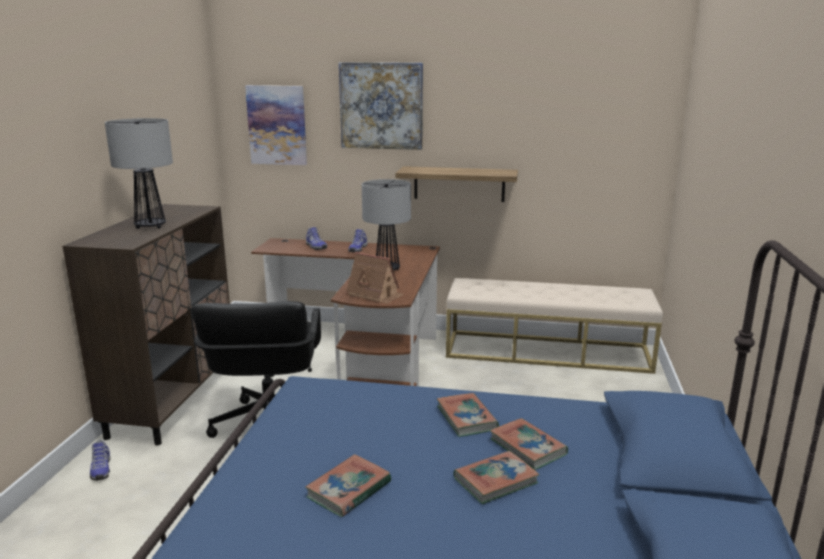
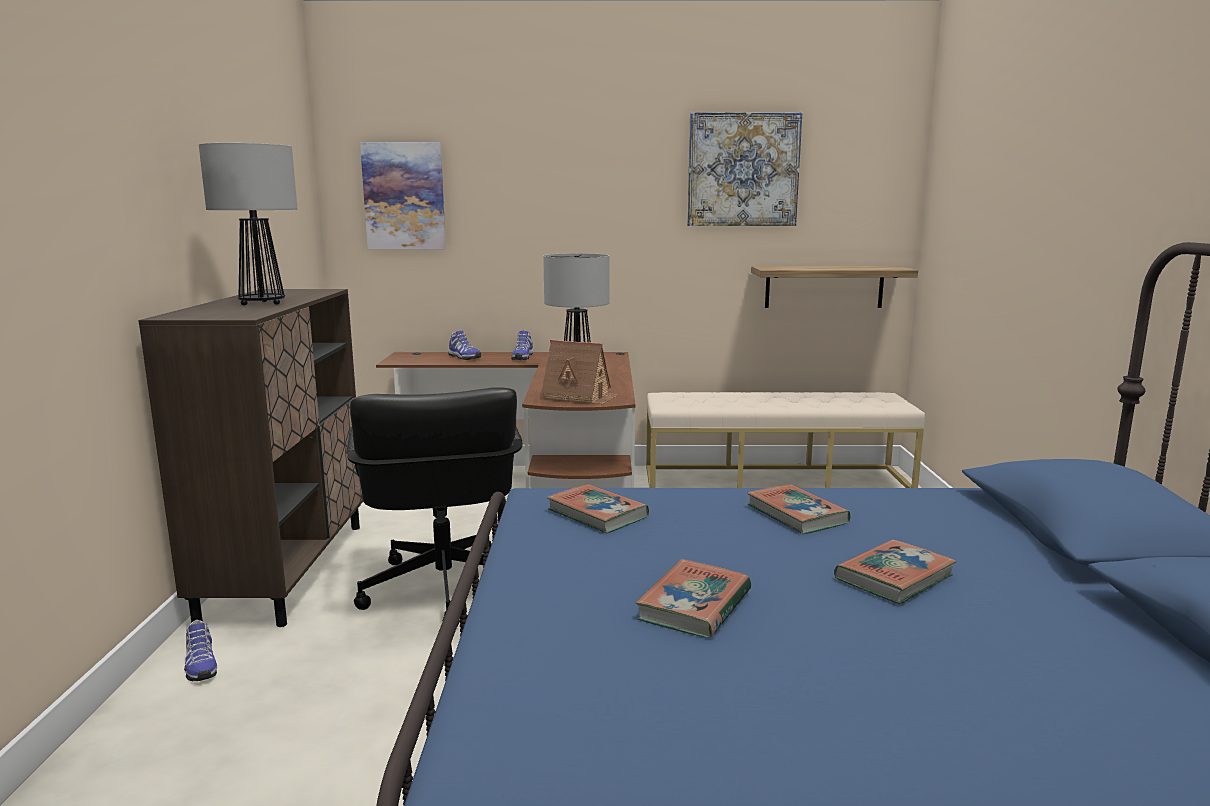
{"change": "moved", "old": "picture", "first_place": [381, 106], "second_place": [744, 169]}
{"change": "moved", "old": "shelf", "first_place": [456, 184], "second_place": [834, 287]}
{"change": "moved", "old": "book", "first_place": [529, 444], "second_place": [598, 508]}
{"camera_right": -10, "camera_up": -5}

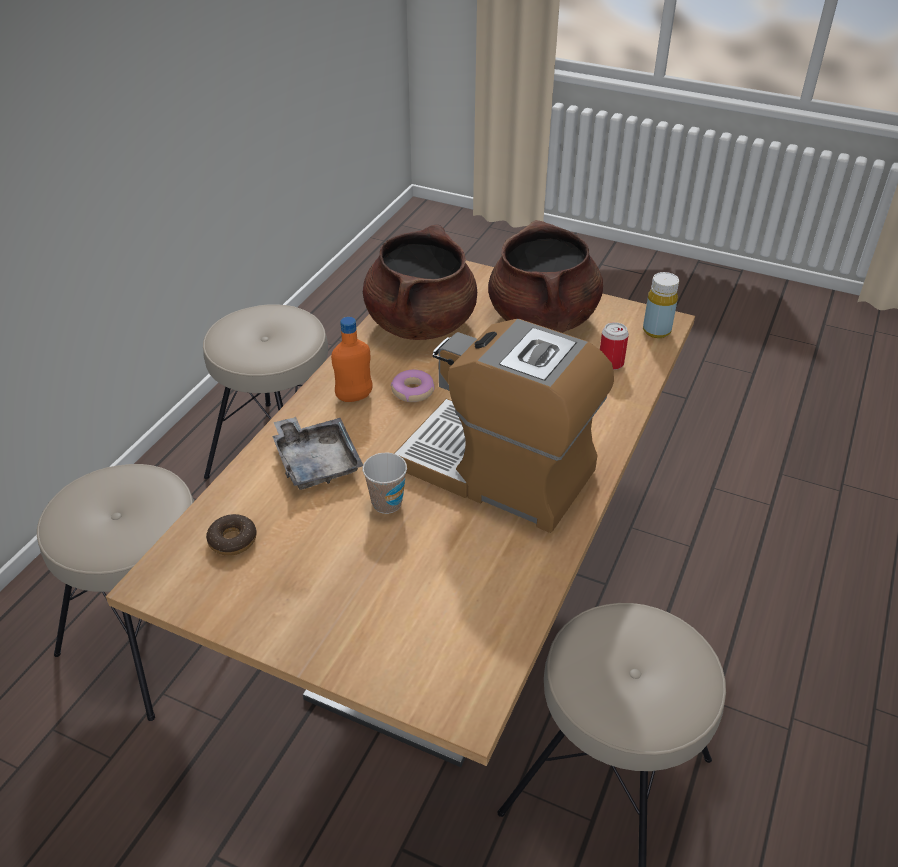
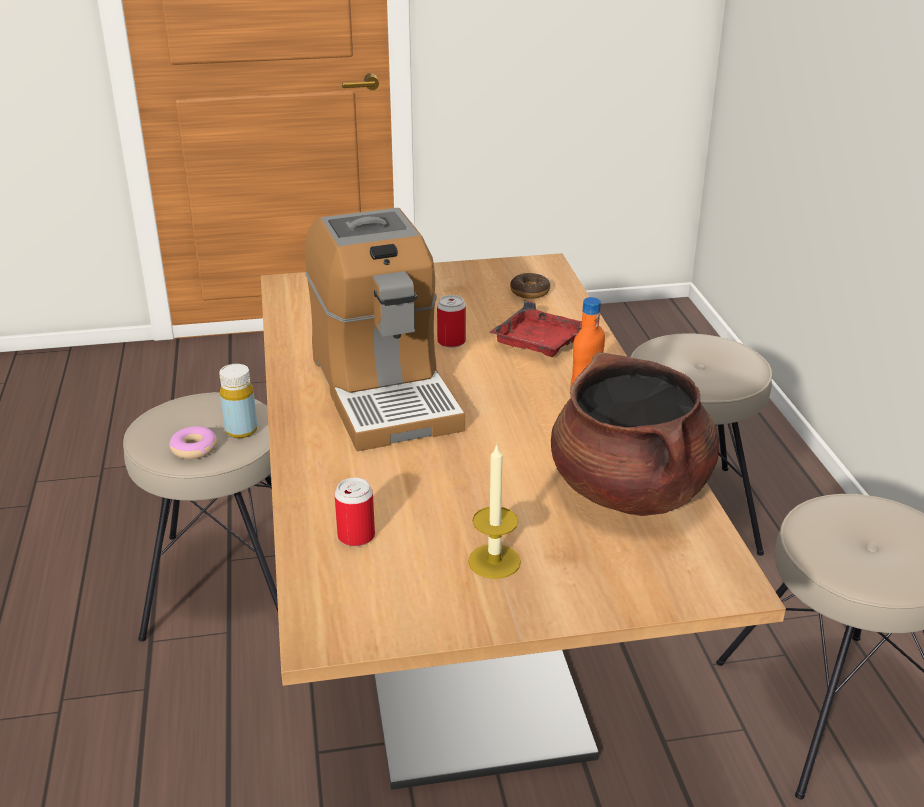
{"change": "recoloured", "old": "tray (grey)", "new": "tray (red)", "first_place": [317, 453], "second_place": [536, 329]}
{"change": "replaced", "old": "cup", "new": "can", "first_place": [385, 483], "second_place": [451, 321]}
{"change": "moved", "old": "donut", "first_place": [413, 386], "second_place": [193, 442]}
{"change": "turned", "old": "coffee machine", "first_place": [504, 426], "second_place": [385, 329], "degrees": 75}
{"change": "replaced", "old": "cooking pot (brown)", "new": "candle", "first_place": [545, 276], "second_place": [494, 511]}
{"change": "moved", "old": "bottle (yellow)", "first_place": [661, 305], "second_place": [238, 401]}
{"camera_right": 145, "camera_up": -10}

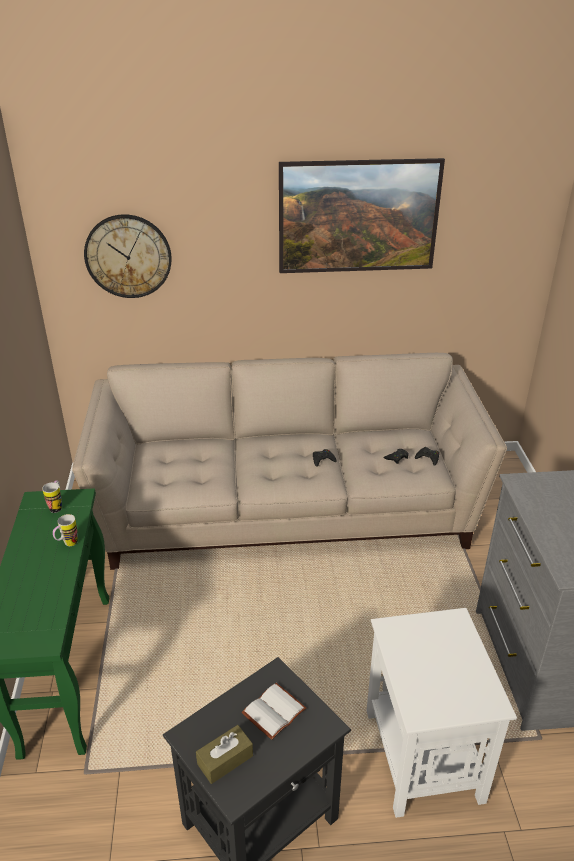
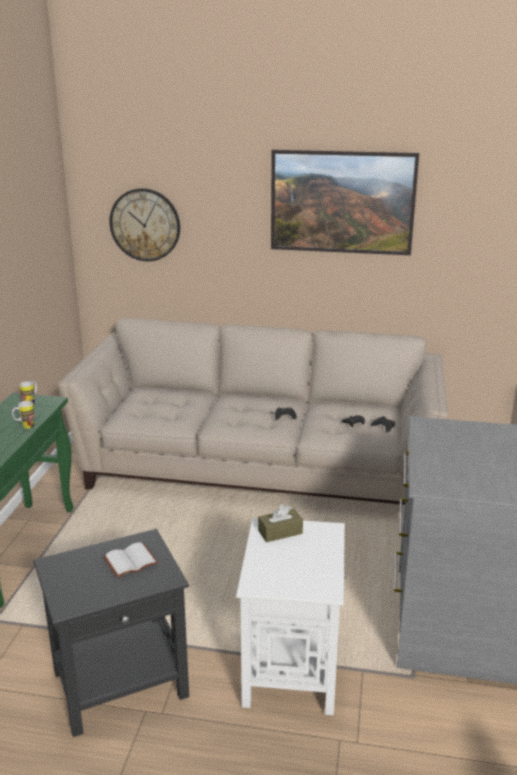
{"change": "moved", "old": "tissue box (brown)", "first_place": [224, 754], "second_place": [280, 523]}
{"camera_right": 15, "camera_up": -10}

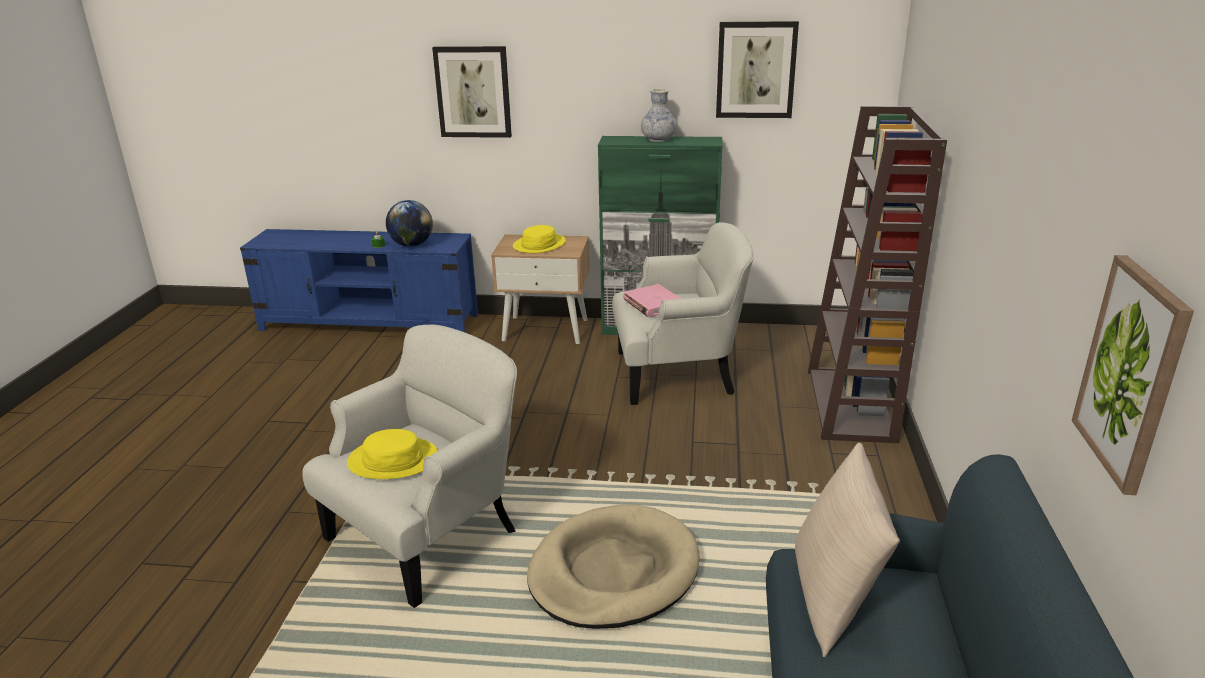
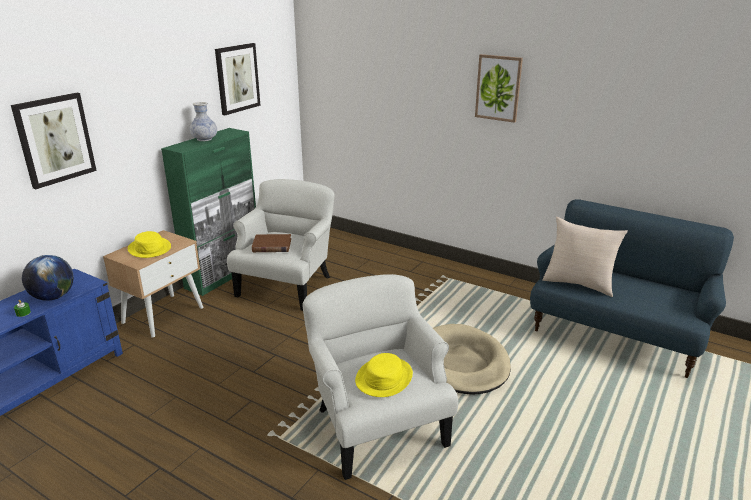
{"change": "recoloured", "old": "book (pink)", "new": "book (brown)", "first_place": [652, 300], "second_place": [271, 243]}
{"change": "removed", "old": "bookcase (brown)", "first_place": [877, 274]}
{"change": "moved", "old": "picture", "first_place": [1133, 375], "second_place": [499, 88]}
{"camera_right": -65, "camera_up": 0}

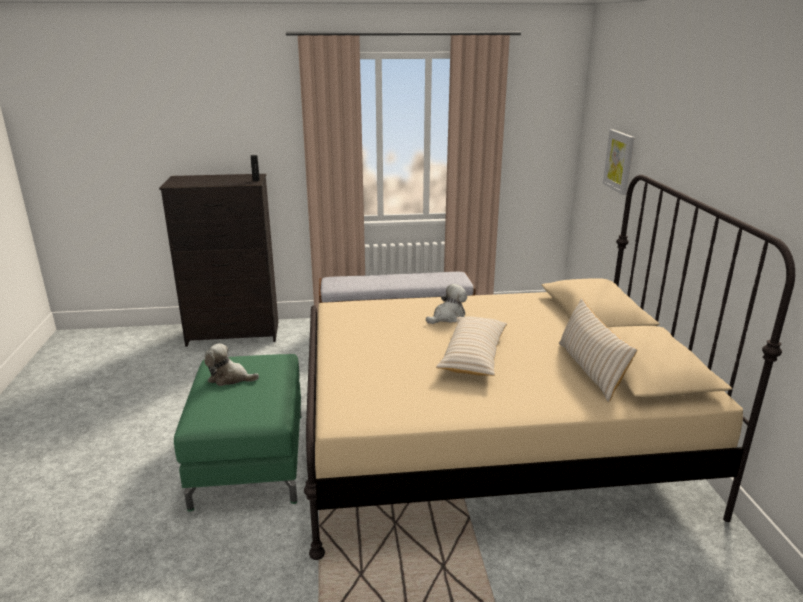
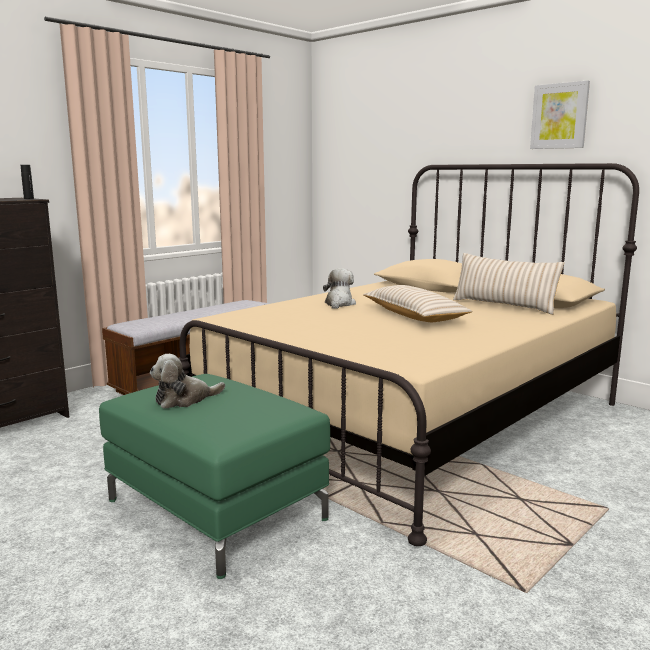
{"change": "moved", "old": "picture", "first_place": [619, 162], "second_place": [560, 115]}
{"camera_right": -40, "camera_up": -10}

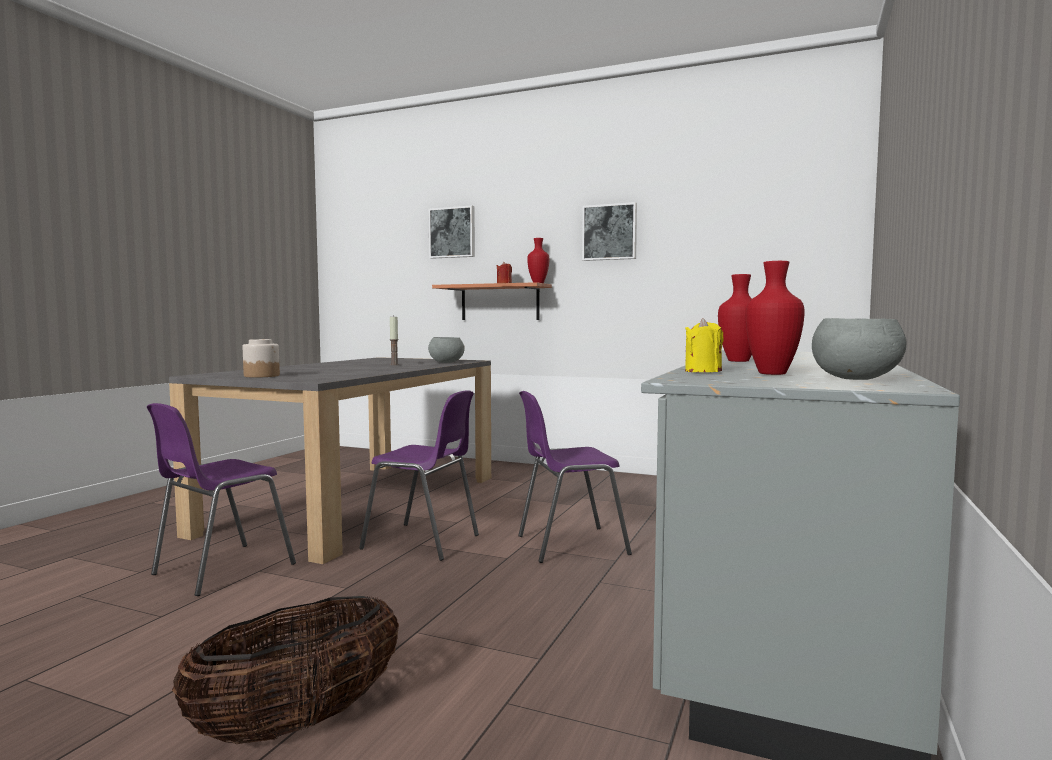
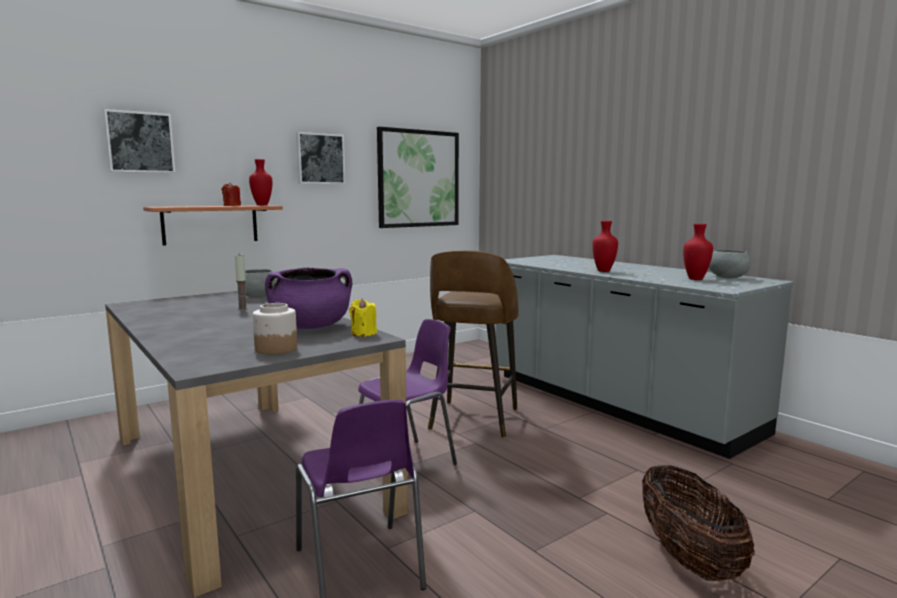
{"change": "replaced", "old": "chair (purple)", "new": "stool (brown)", "first_place": [575, 477], "second_place": [473, 344]}
{"change": "moved", "old": "candle (yellow)", "first_place": [704, 345], "second_place": [363, 317]}
{"change": "added", "new": "cooking pot (purple)", "second_place": [308, 298]}
{"change": "added", "new": "picture", "second_place": [418, 177]}
{"camera_right": -60, "camera_up": 5}

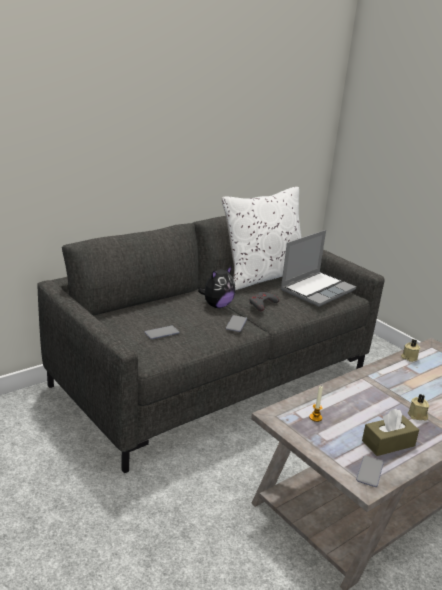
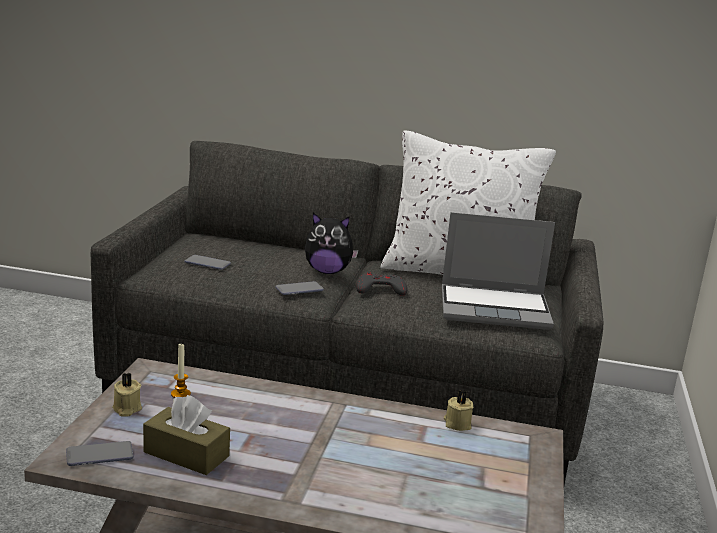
{"change": "moved", "old": "candle (beige)", "first_place": [418, 408], "second_place": [127, 394]}
{"camera_right": 50, "camera_up": -5}

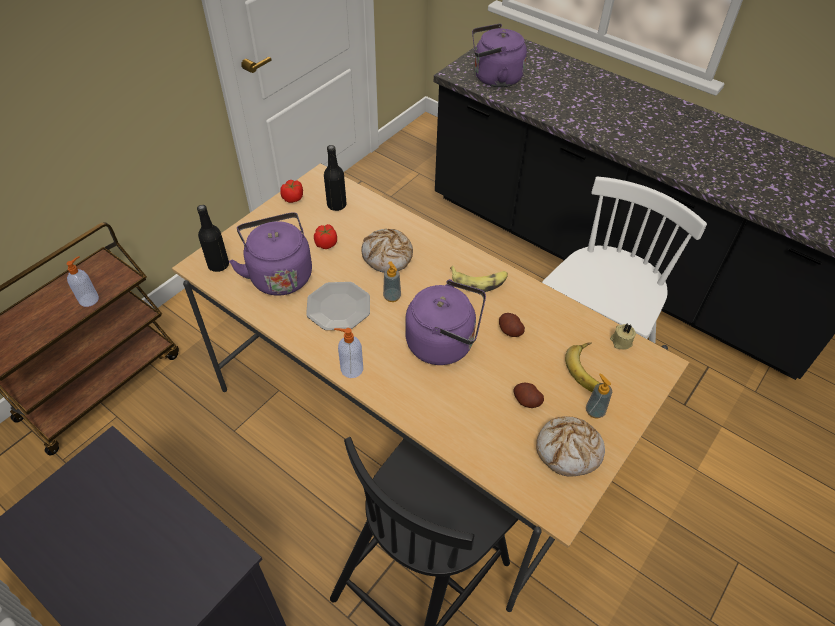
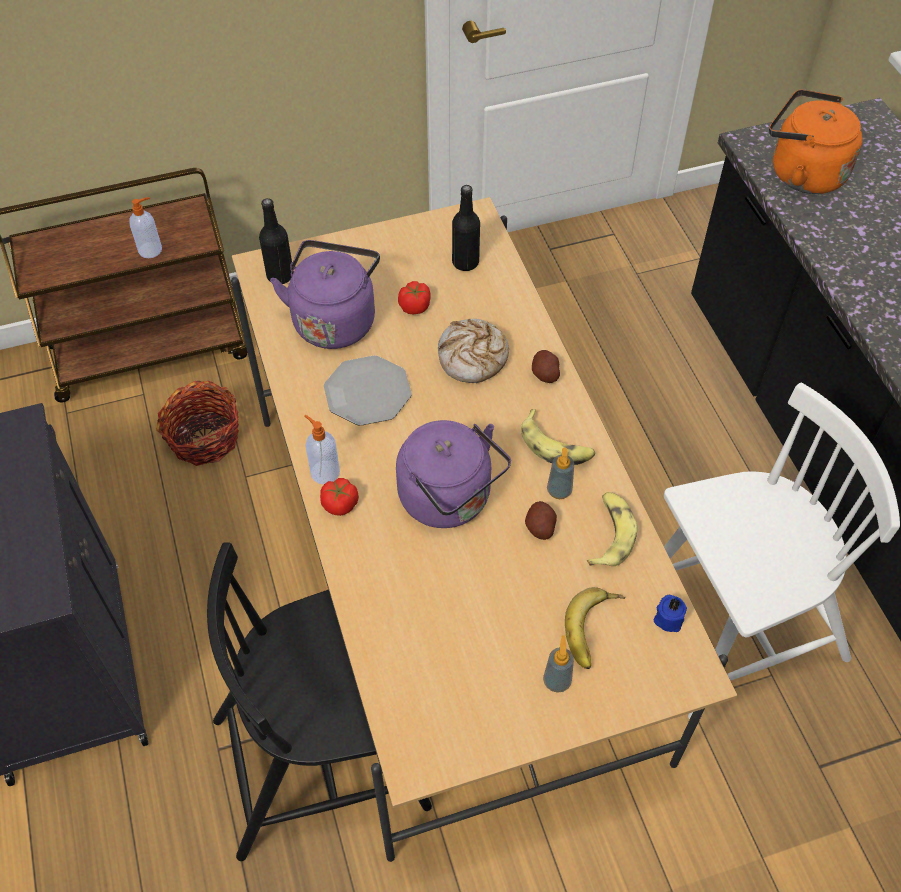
{"change": "moved", "old": "tomato", "first_place": [291, 191], "second_place": [339, 497]}
{"change": "moved", "old": "soap dispenser", "first_place": [392, 281], "second_place": [560, 473]}
{"change": "recoloured", "old": "kettle (purple)", "new": "kettle (orange)", "first_place": [499, 55], "second_place": [815, 141]}
{"change": "moved", "old": "potato", "first_place": [529, 395], "second_place": [546, 366]}
{"change": "removed", "old": "bread", "first_place": [570, 446]}
{"change": "recoloured", "old": "candle (beige)", "new": "candle (blue)", "first_place": [623, 337], "second_place": [670, 613]}
{"change": "added", "new": "basket", "second_place": [197, 423]}
{"change": "added", "new": "banana", "second_place": [612, 529]}
{"camera_right": 35, "camera_up": 5}

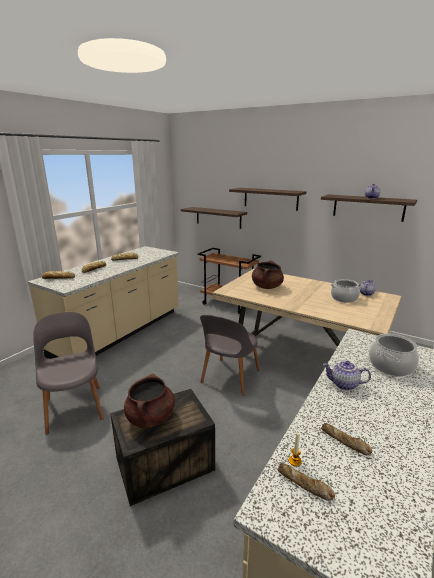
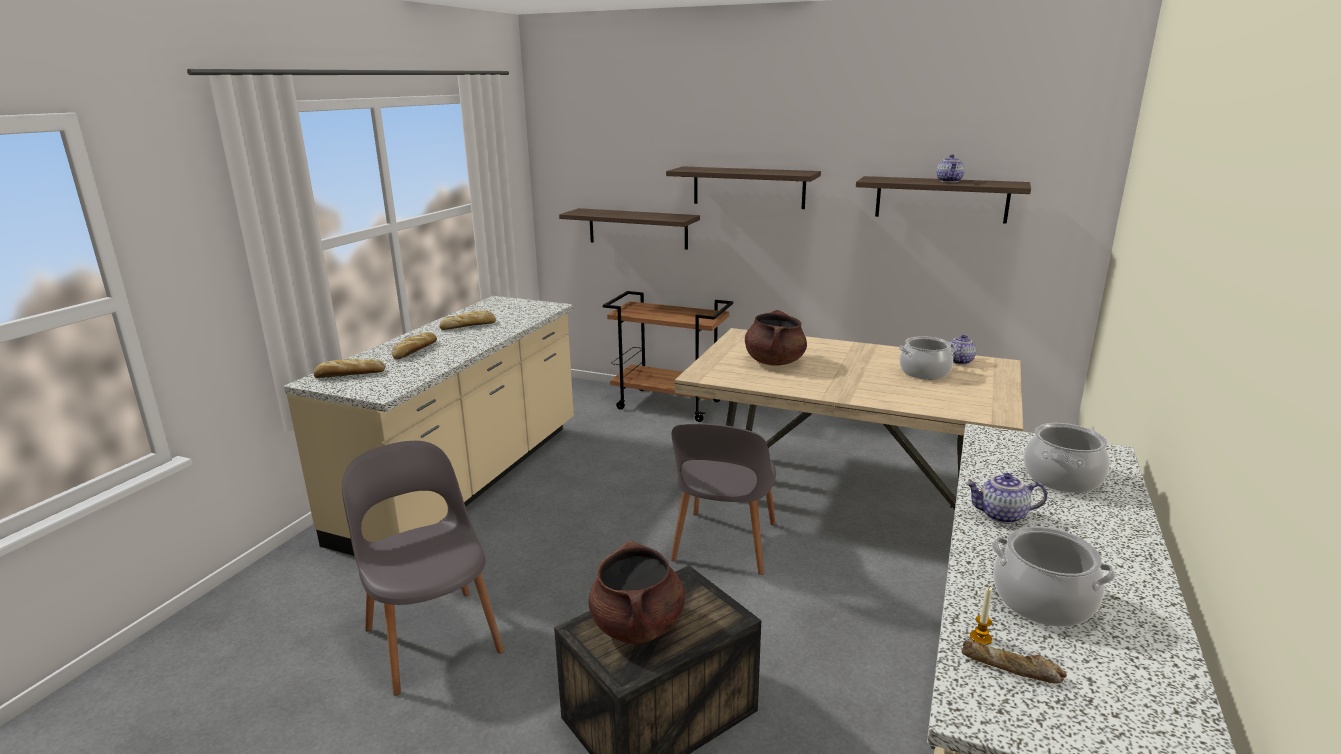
{"change": "replaced", "old": "bread", "new": "cooking pot", "first_place": [346, 439], "second_place": [1053, 576]}
{"camera_right": -10, "camera_up": 0}

